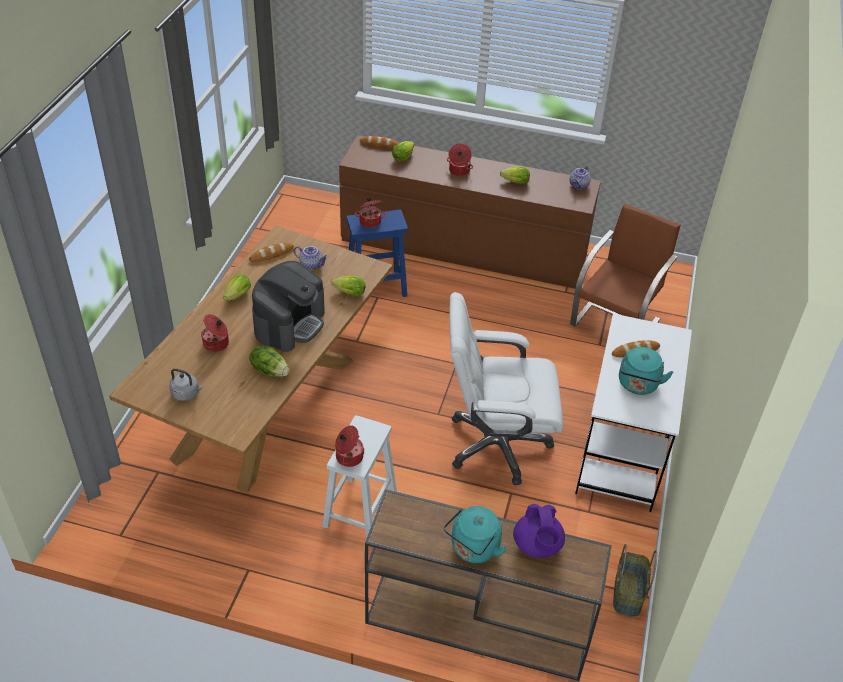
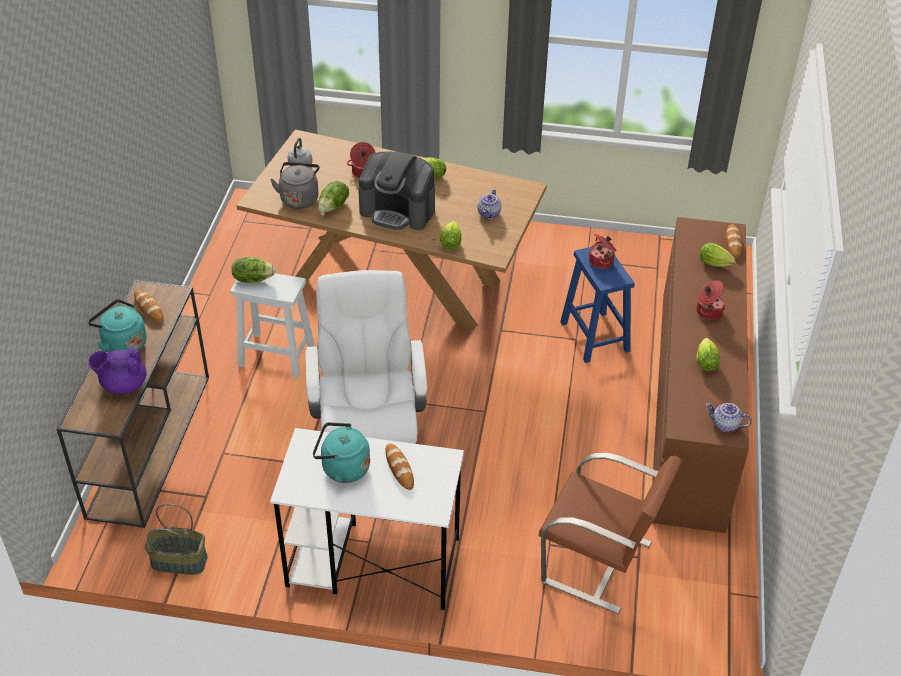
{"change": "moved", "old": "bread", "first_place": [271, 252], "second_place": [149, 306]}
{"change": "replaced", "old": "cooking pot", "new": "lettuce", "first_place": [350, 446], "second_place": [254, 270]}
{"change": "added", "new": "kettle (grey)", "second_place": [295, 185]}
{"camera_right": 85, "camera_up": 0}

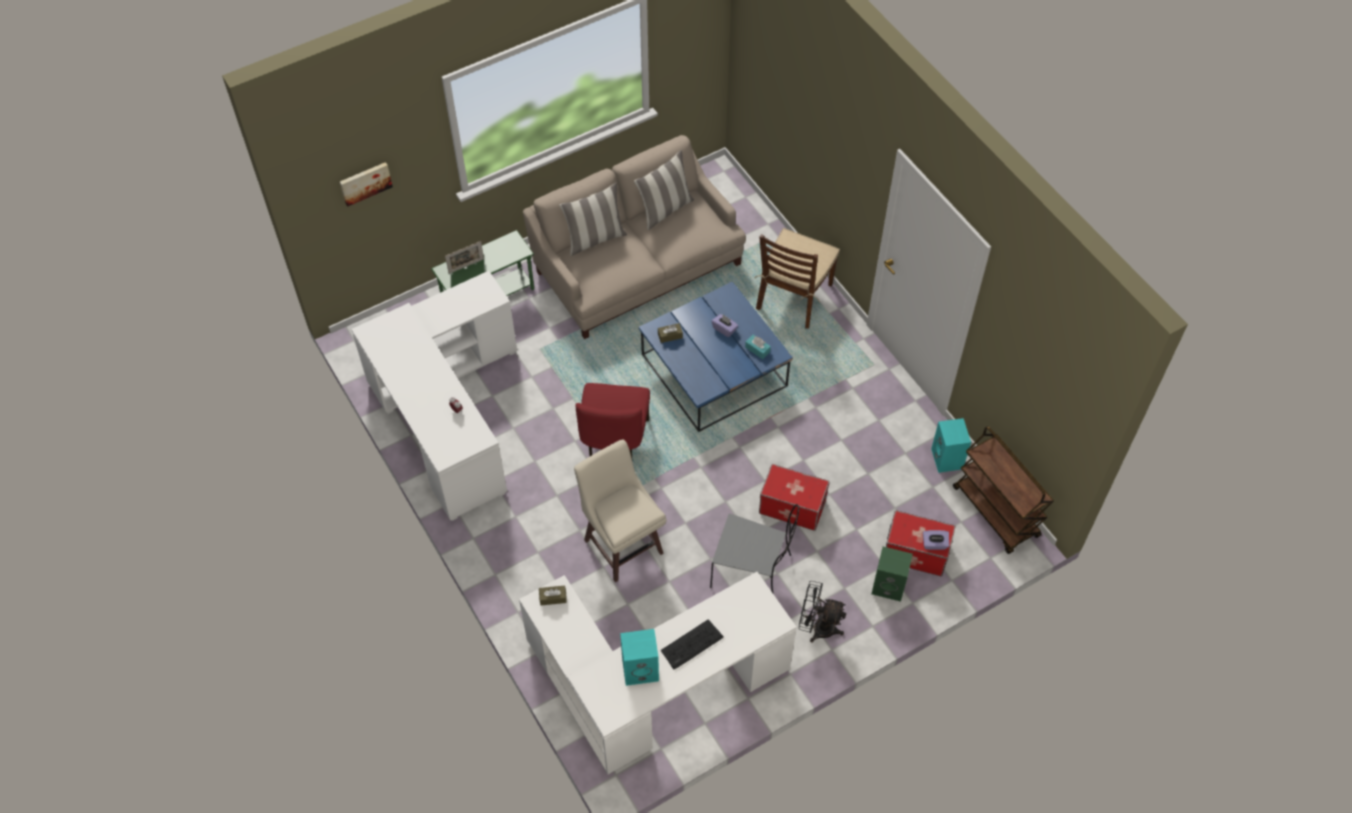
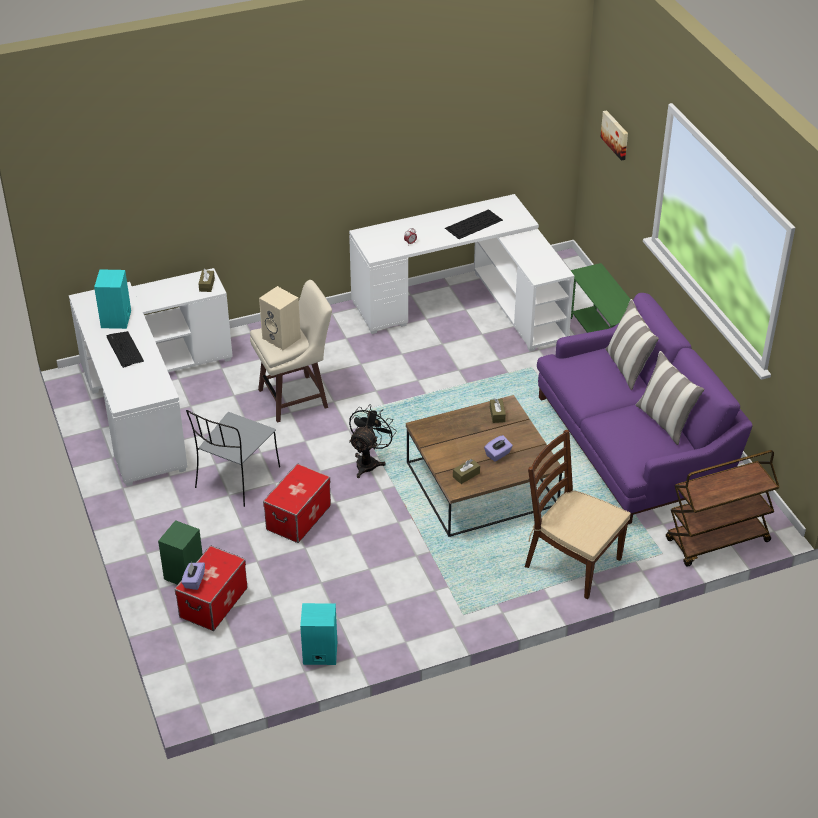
{"change": "removed", "old": "picture frame", "first_place": [464, 257]}
{"change": "recoloured", "old": "sofa (beige)", "new": "sofa (purple)", "first_place": [634, 237], "second_place": [645, 408]}
{"change": "removed", "old": "chair (red)", "first_place": [612, 420]}
{"change": "recoloured", "old": "coffee table (blue)", "new": "coffee table (brown)", "first_place": [716, 357], "second_place": [485, 466]}
{"change": "recoloured", "old": "tissue box (turquoise)", "new": "tissue box (brown)", "first_place": [758, 347], "second_place": [466, 471]}
{"change": "moved", "old": "fan (black)", "first_place": [822, 612], "second_place": [373, 441]}
{"change": "moved", "old": "cart (brown)", "first_place": [1003, 490], "second_place": [723, 508]}
{"change": "added", "new": "speaker (beige)", "second_place": [280, 318]}
{"change": "added", "new": "keyboard", "second_place": [474, 224]}
{"camera_right": 100, "camera_up": -15}

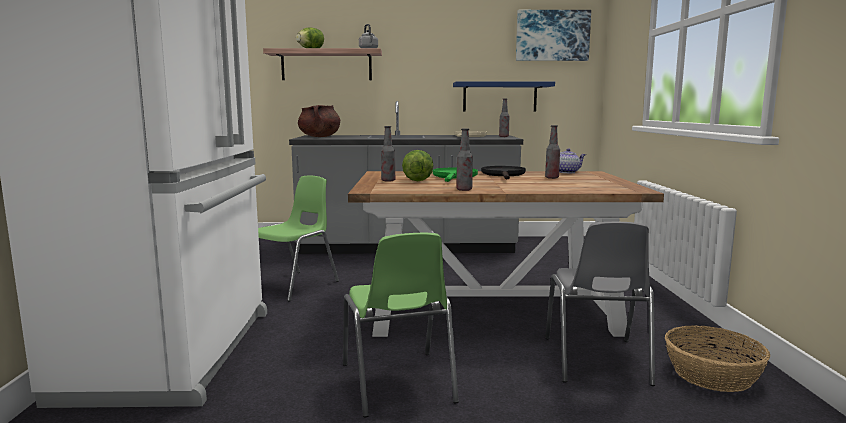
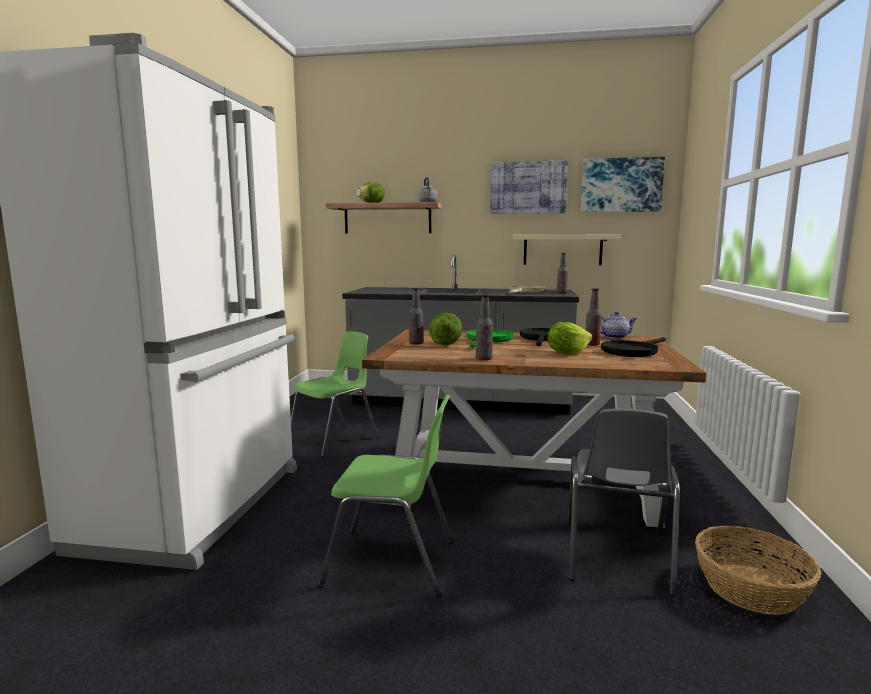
{"change": "removed", "old": "cooking pot (brown)", "first_place": [319, 121]}
{"change": "turned", "old": "chair (green)", "first_place": [401, 325], "second_place": [386, 496], "degrees": -75}
{"change": "recoloured", "old": "shelf (blue)", "new": "shelf (beige)", "first_place": [504, 96], "second_place": [566, 250]}
{"change": "added", "new": "picture", "second_place": [529, 187]}
{"change": "added", "new": "lettuce", "second_place": [569, 338]}
{"change": "added", "new": "frying pan (black)", "second_place": [633, 347]}
{"camera_right": 10, "camera_up": 0}

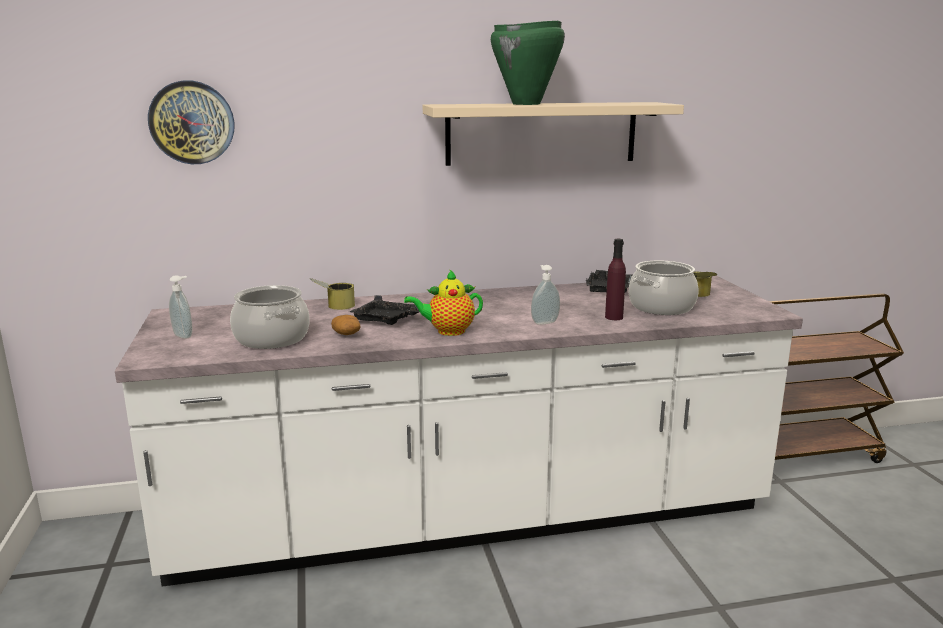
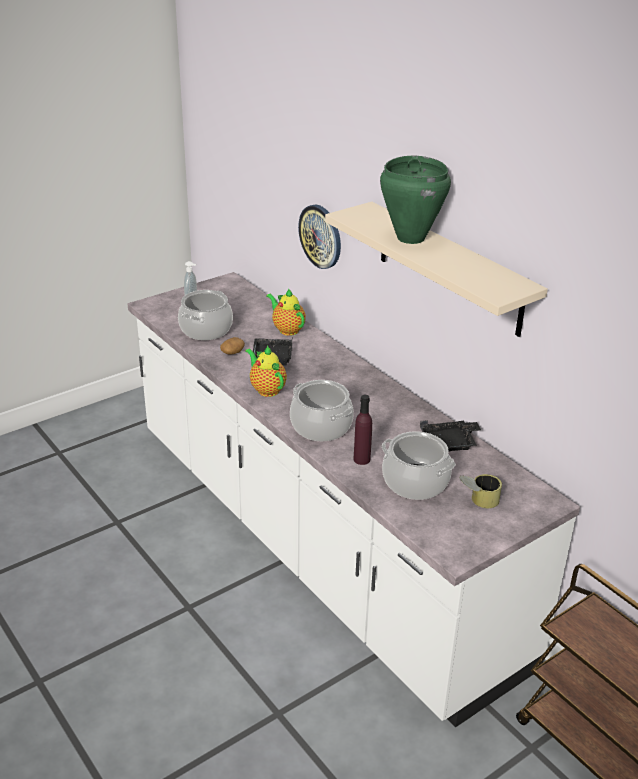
{"change": "moved", "old": "wall clock", "first_place": [191, 122], "second_place": [319, 236]}
{"change": "replaced", "old": "can", "new": "teapot", "first_place": [332, 294], "second_place": [286, 312]}
{"change": "replaced", "old": "soap dispenser", "new": "cooking pot", "first_place": [545, 295], "second_place": [322, 410]}
{"camera_right": 65, "camera_up": 15}

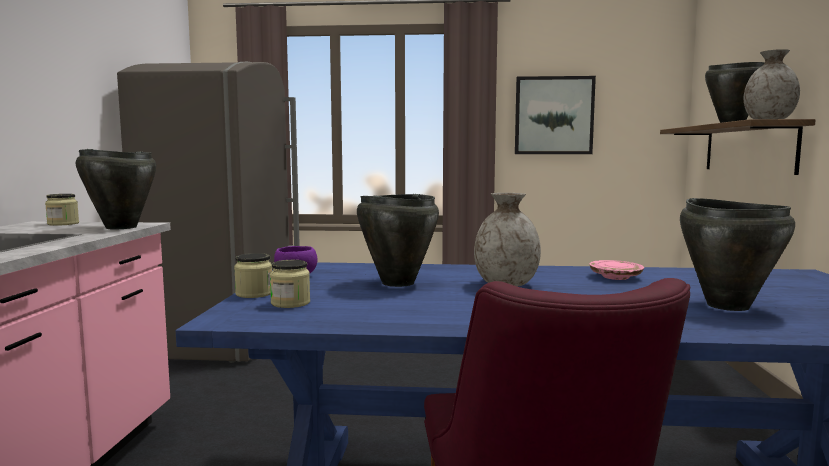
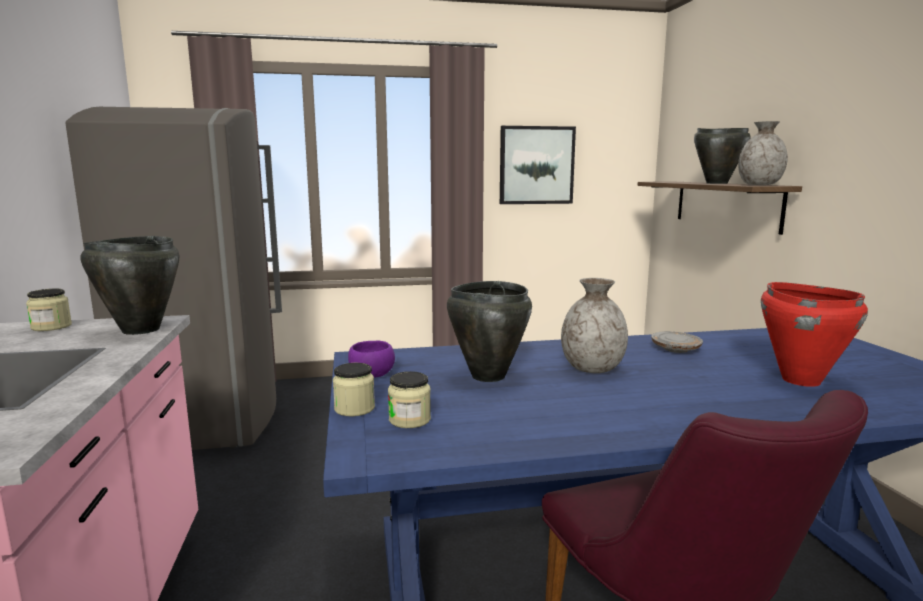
{"change": "recoloured", "old": "plate (pink)", "new": "plate (grey)", "first_place": [616, 270], "second_place": [677, 342]}
{"change": "recoloured", "old": "cooking pot (black)", "new": "cooking pot (red)", "first_place": [737, 254], "second_place": [814, 334]}
{"camera_right": -15, "camera_up": 5}

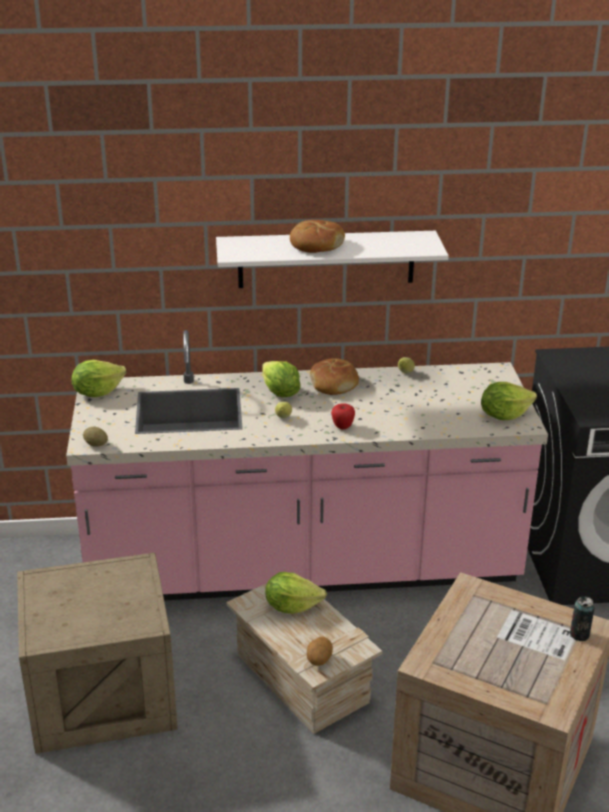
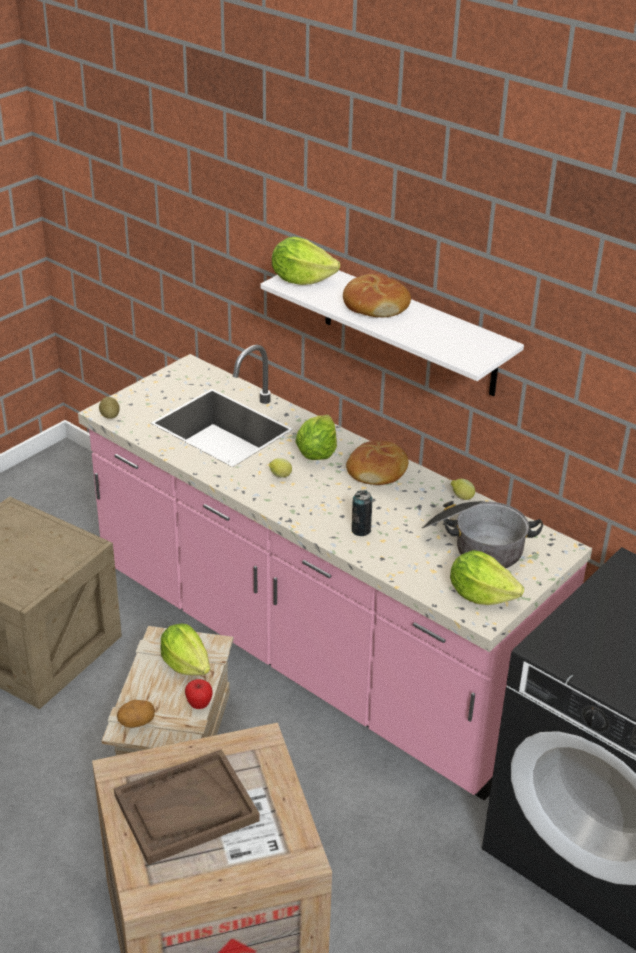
{"change": "moved", "old": "lettuce", "first_place": [99, 378], "second_place": [306, 261]}
{"change": "moved", "old": "apple", "first_place": [343, 416], "second_place": [199, 694]}
{"change": "moved", "old": "can", "first_place": [582, 618], "second_place": [362, 513]}
{"change": "added", "new": "tray (brown)", "second_place": [187, 807]}
{"change": "added", "new": "cooking pot", "second_place": [482, 534]}
{"camera_right": 45, "camera_up": 5}

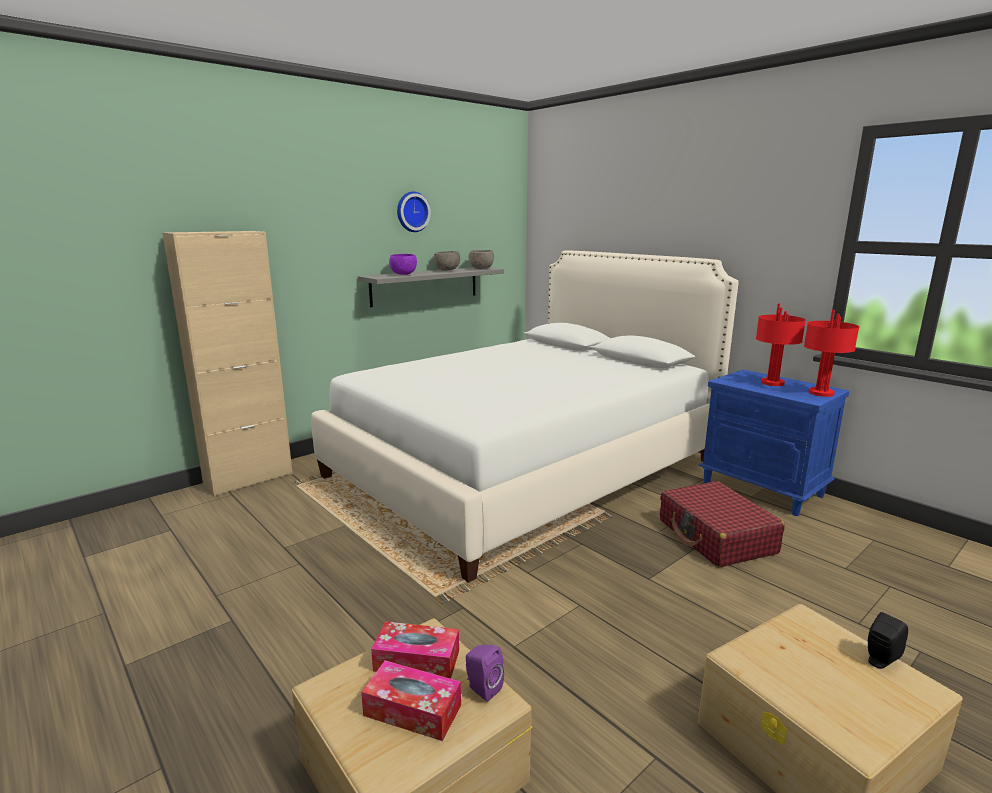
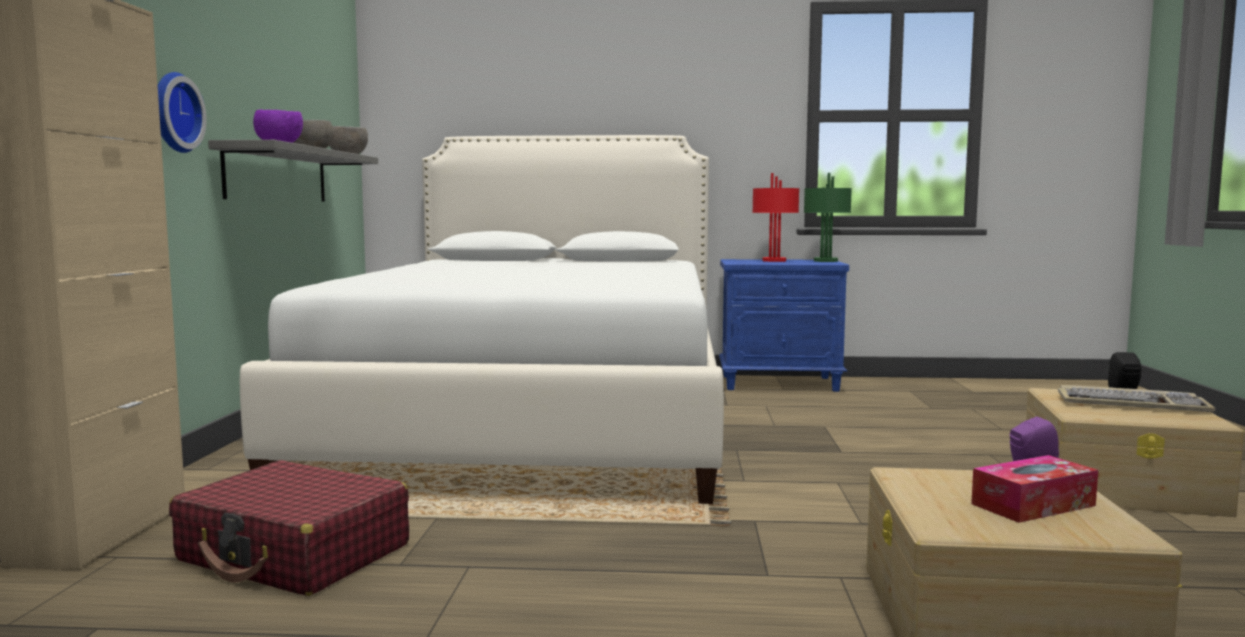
{"change": "removed", "old": "tissue box", "first_place": [415, 650]}
{"change": "moved", "old": "wall clock", "first_place": [414, 212], "second_place": [182, 112]}
{"change": "moved", "old": "suitcase (red)", "first_place": [722, 524], "second_place": [289, 528]}
{"change": "recoloured", "old": "table lamp (red)", "new": "table lamp (green)", "first_place": [831, 353], "second_place": [828, 217]}
{"change": "added", "new": "keyboard", "second_place": [1137, 398]}
{"camera_right": -45, "camera_up": -10}

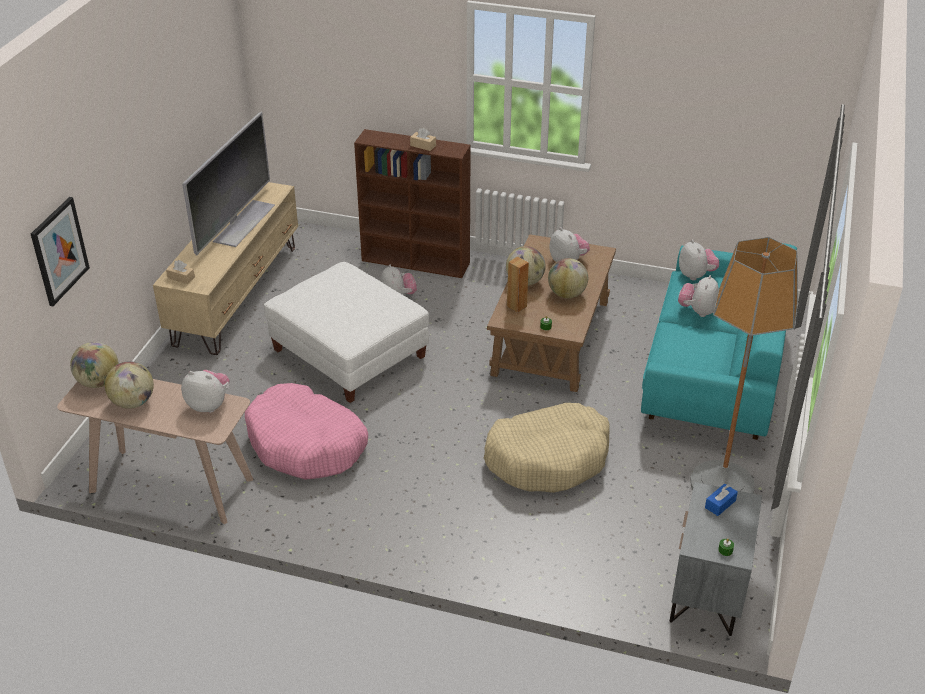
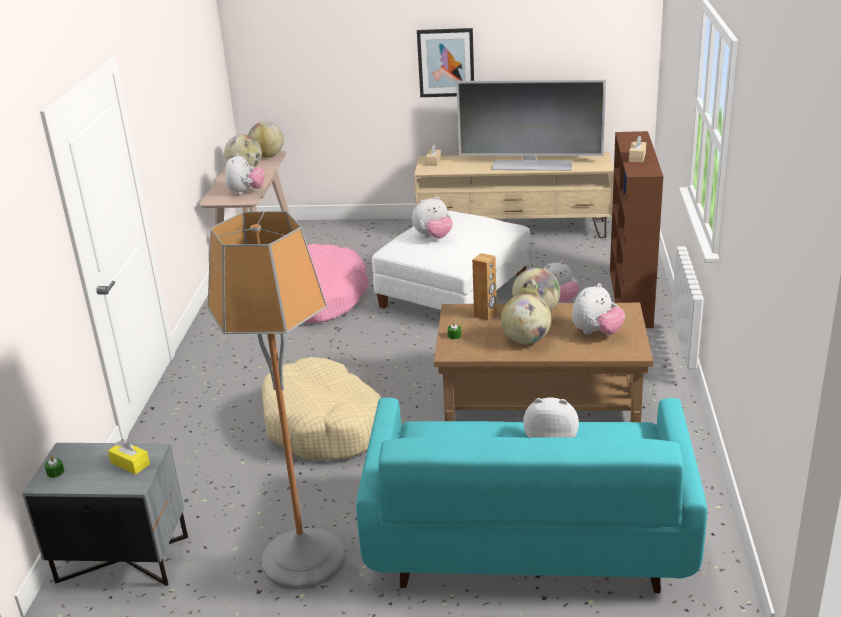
{"change": "moved", "old": "picture", "first_place": [60, 251], "second_place": [445, 62]}
{"change": "moved", "old": "plush toy", "first_place": [699, 259], "second_place": [432, 217]}
{"change": "recoloured", "old": "tissue box (blue)", "new": "tissue box (yellow)", "first_place": [721, 500], "second_place": [129, 456]}
{"camera_right": 80, "camera_up": -10}

